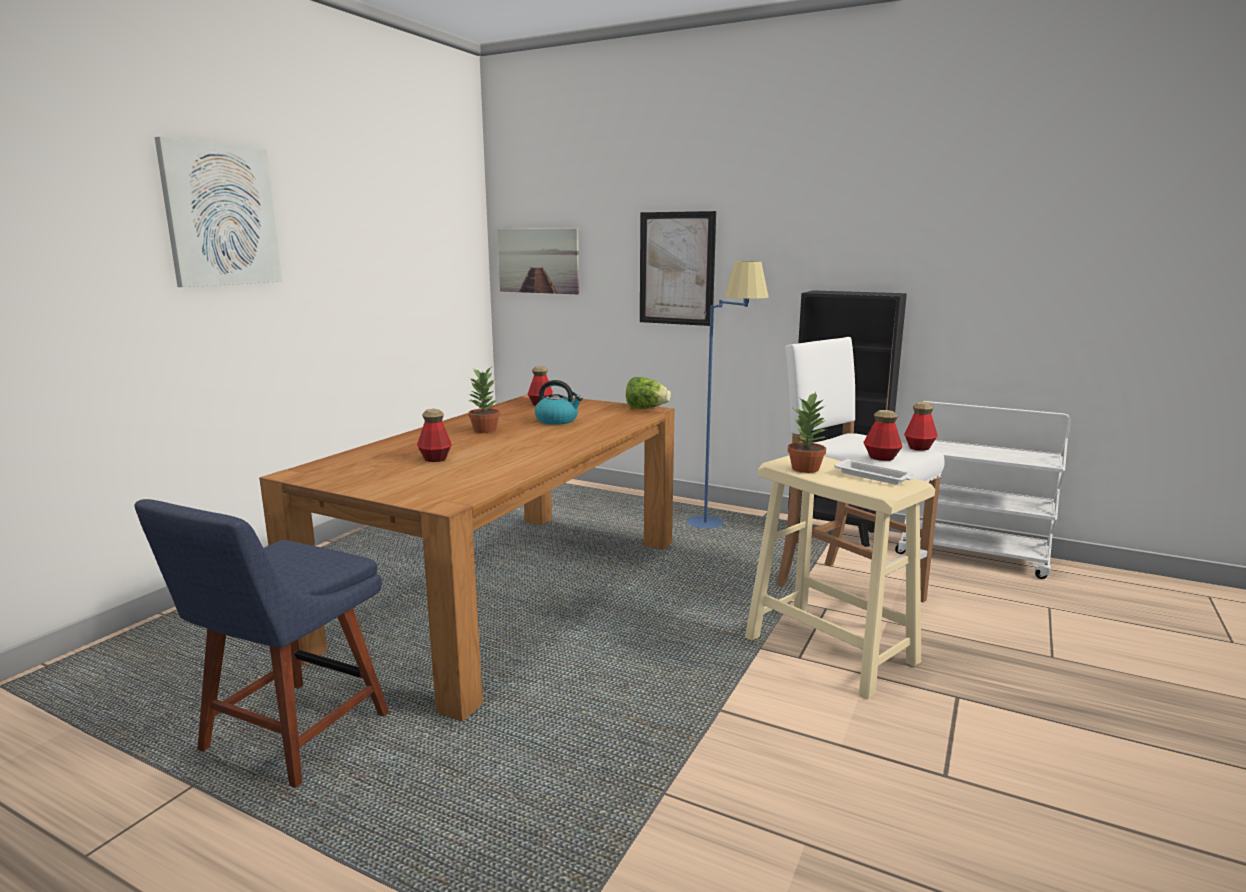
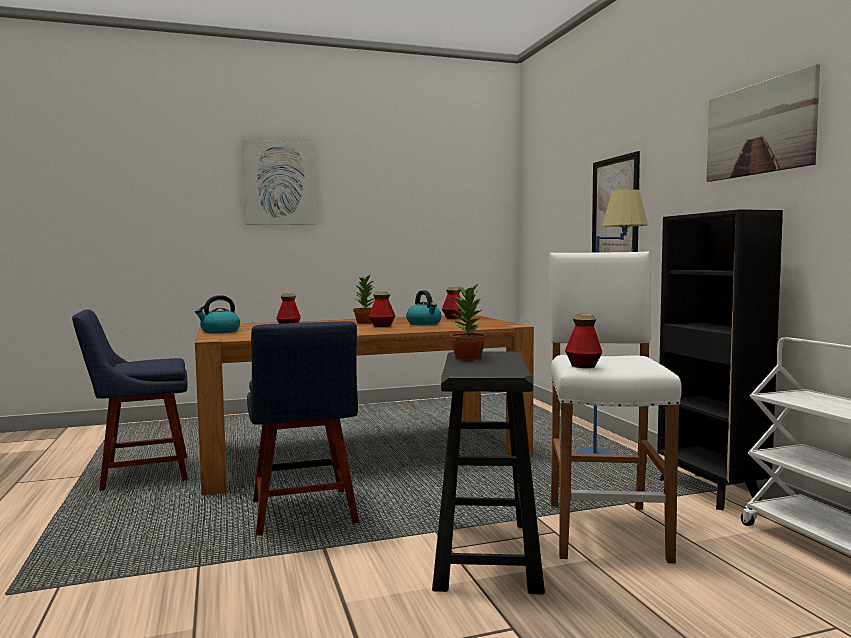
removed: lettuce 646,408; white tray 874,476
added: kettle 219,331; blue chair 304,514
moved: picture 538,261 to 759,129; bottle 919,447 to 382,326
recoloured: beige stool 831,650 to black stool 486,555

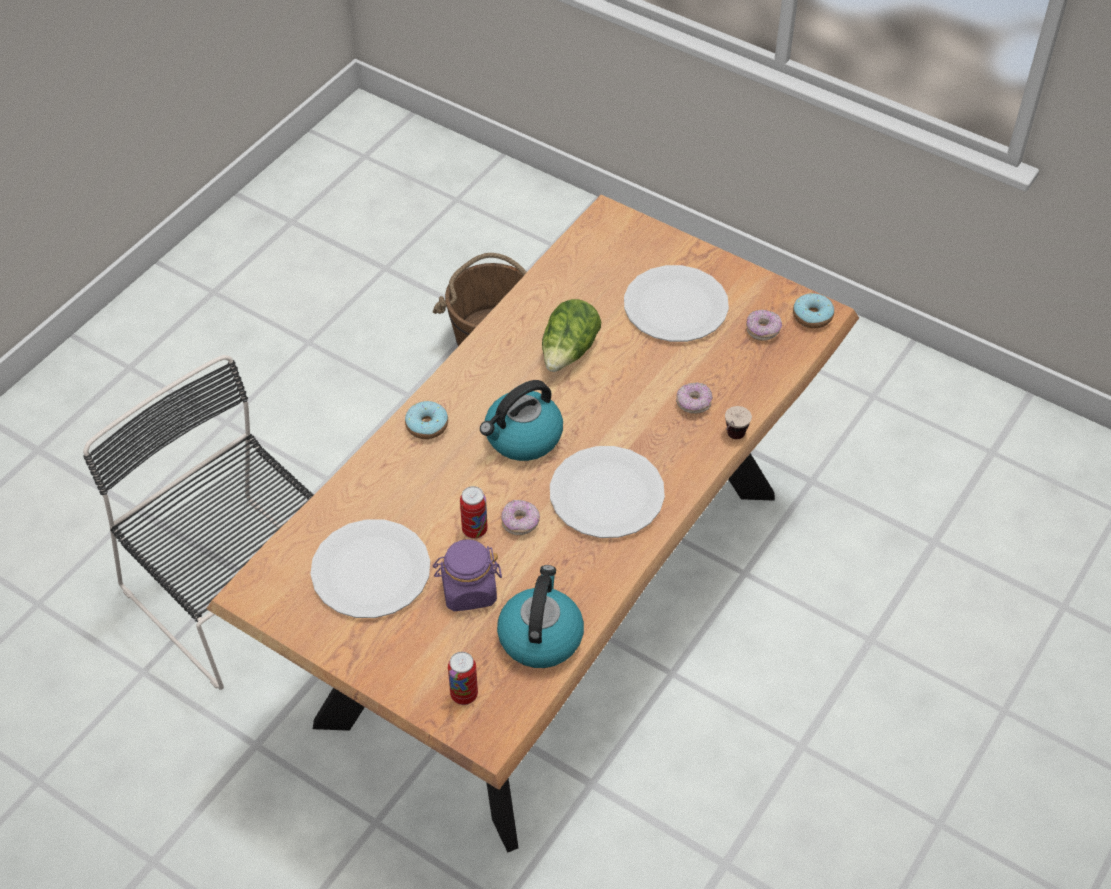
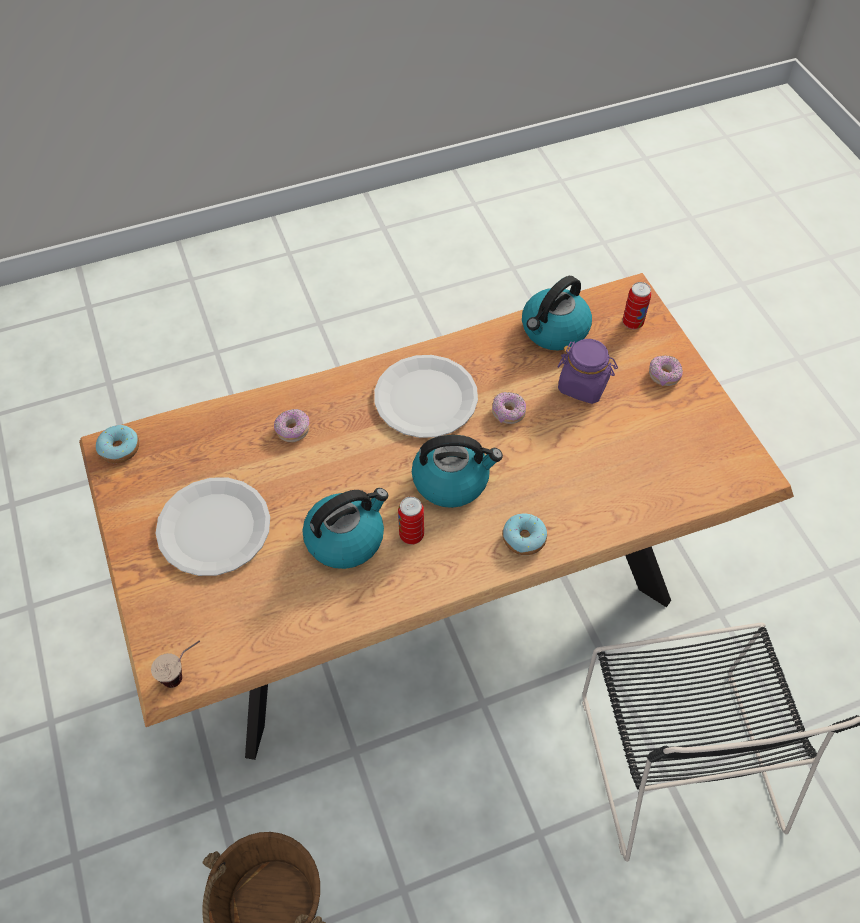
removed: white plate 370,571
moved: can 474,530 to 411,535; cup 732,440 to 184,673; donut 762,330 to 664,376
replaced: lettuce 569,352 to kettle 346,538

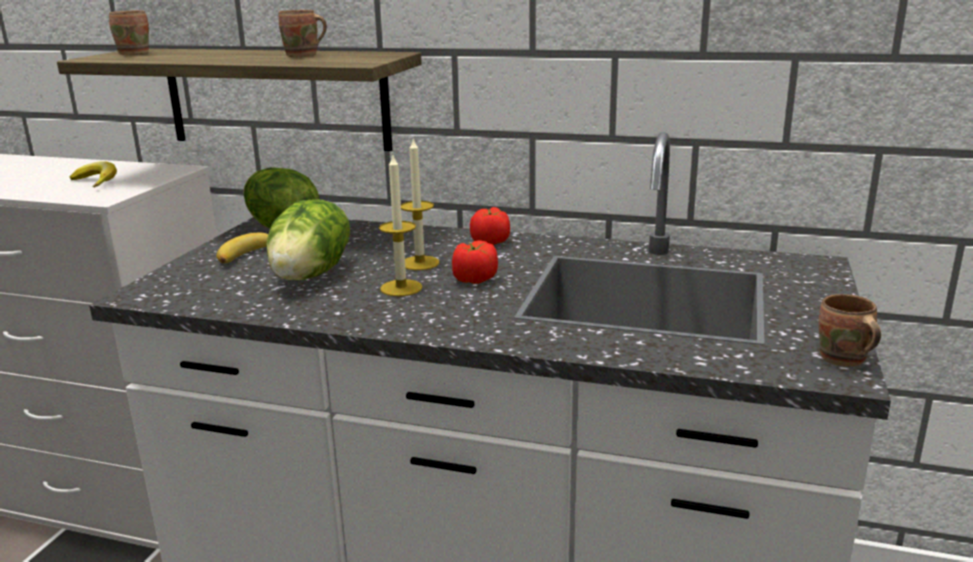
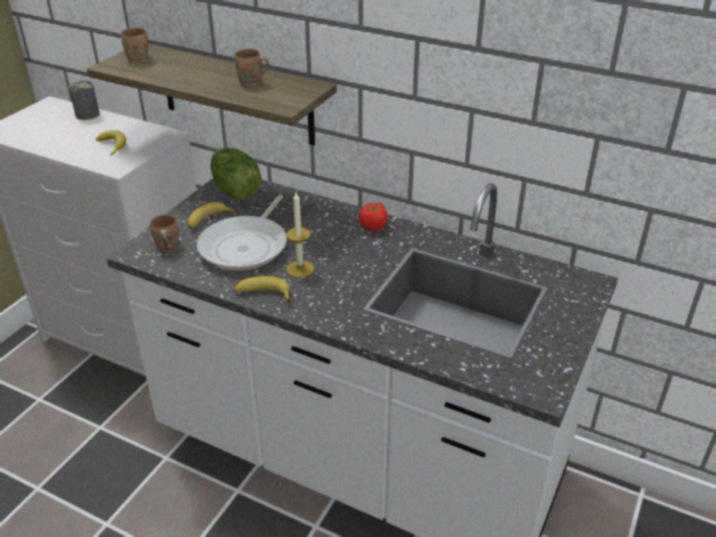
removed: candle 420,263; tomato 474,279
added: can 87,114; banana 263,294
moved: brown mug 842,360 to 166,248
replaced: lettuce 312,274 to frying pan 246,246

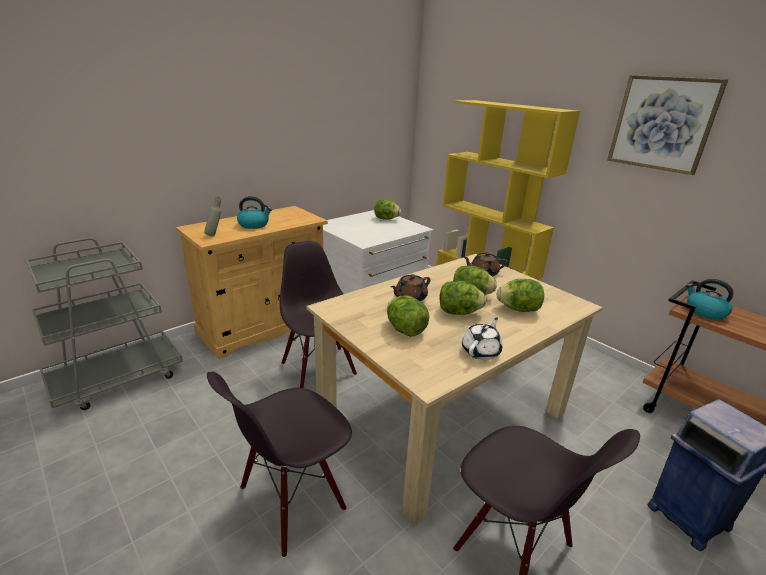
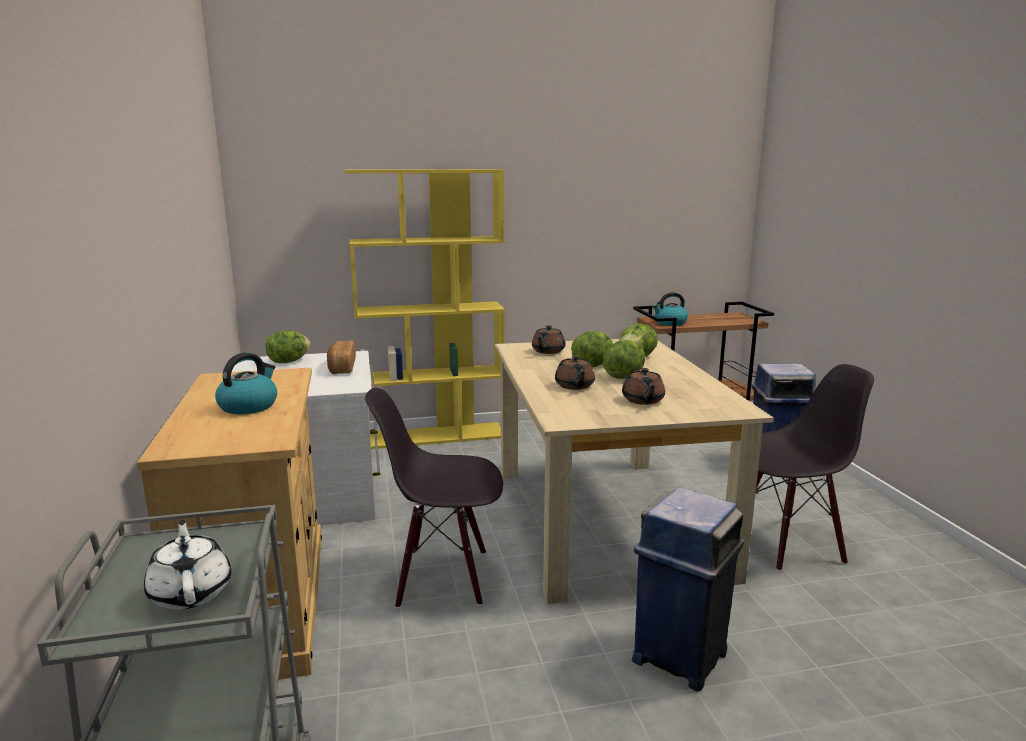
removed: grey bottle 215,235; picture 662,124
added: bread 341,368
moved: white teapot 481,351 to 191,592
replaced: black chair 292,500 to blue trash can 680,656; lettuce 405,330 to brown teapot 643,400

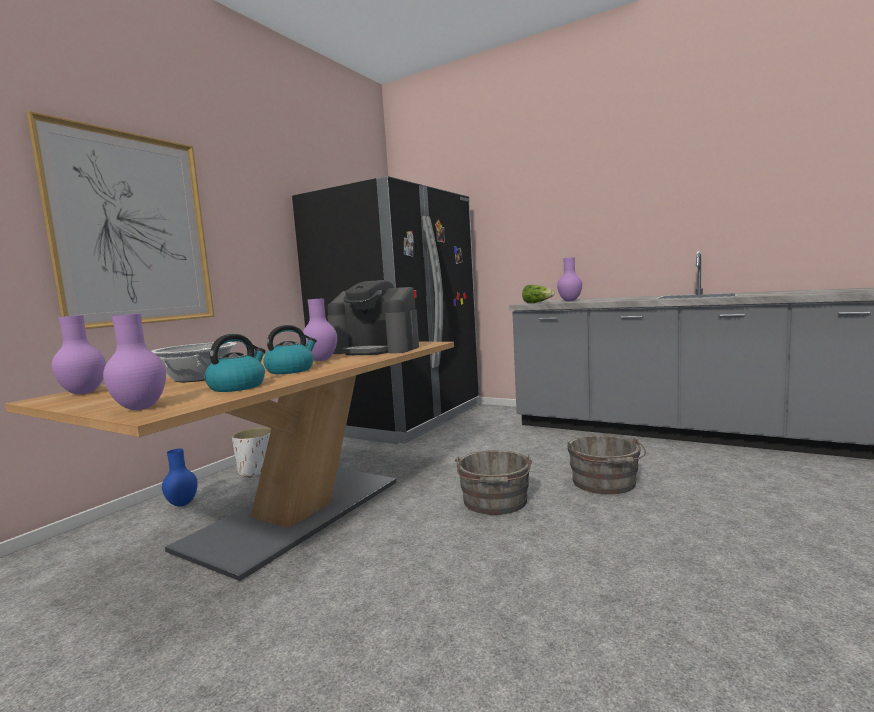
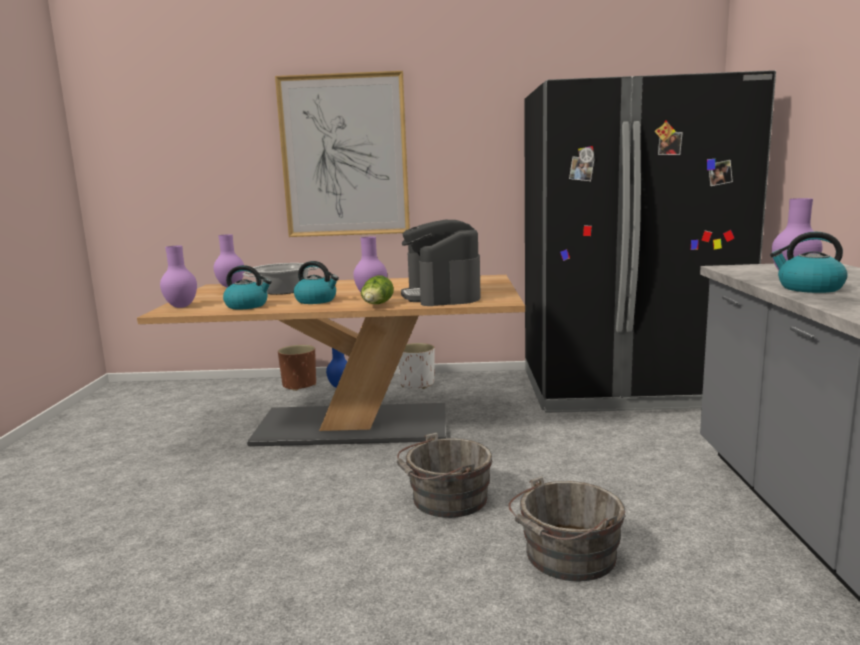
added: brown planter 299,385; kettle 808,288
moved: lettuce 537,303 to 377,305

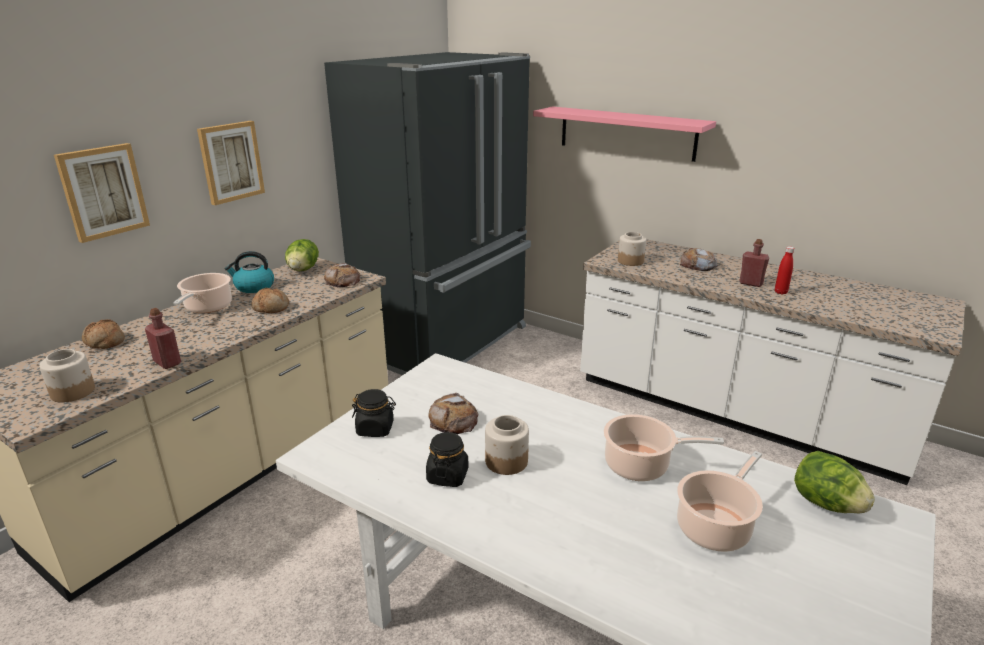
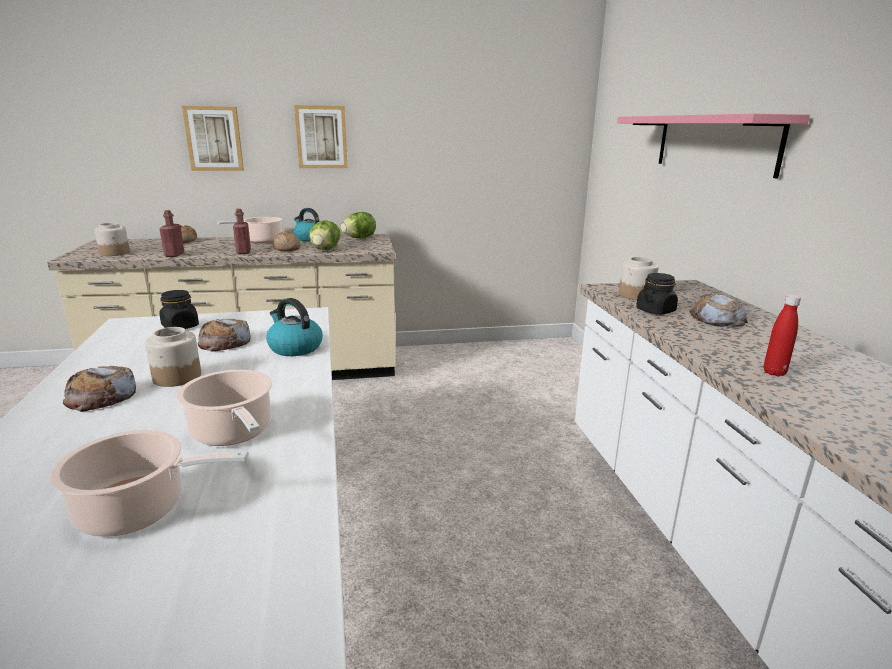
removed: black fridge 448,343
added: kettle 294,348
moved: bread 343,280 to 102,396; black jar 447,476 to 655,311; red bottle 751,283 to 243,252; lettuce 826,504 to 325,249

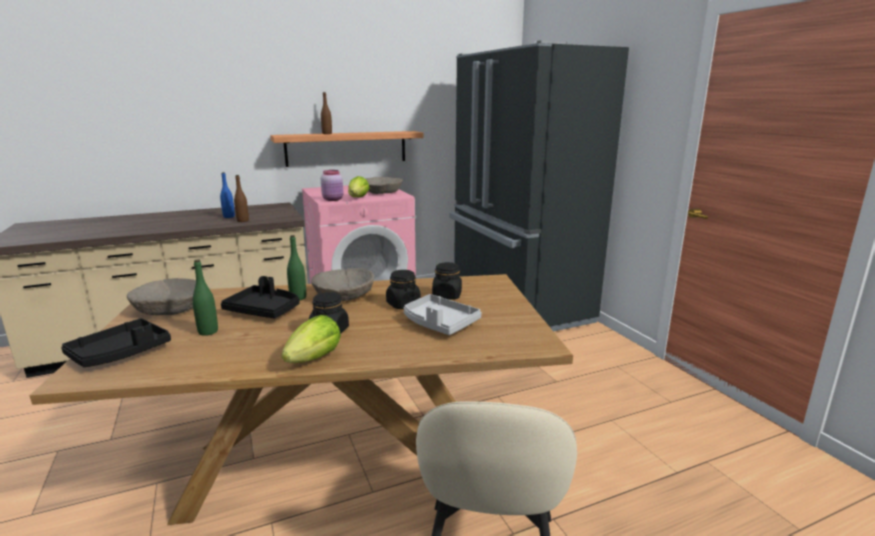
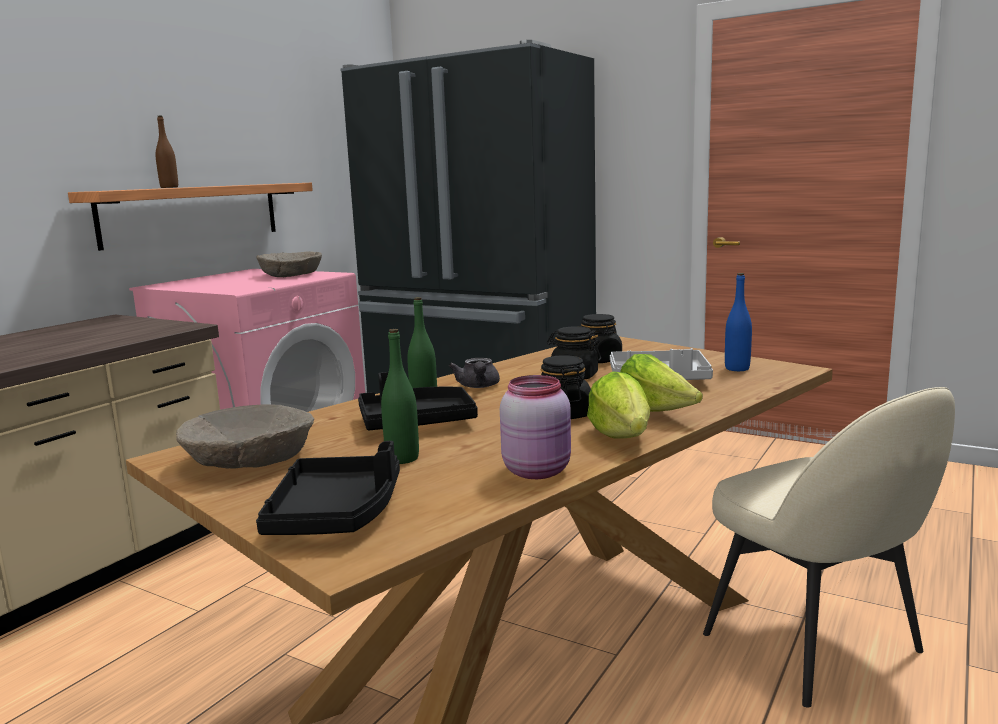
removed: brown bottle 242,221
moved: blue bottle 229,216 to 737,368; pink jar 333,199 to 538,470; lettuce 358,198 to 656,412
replaced: beige bowl 344,295 to grey teapot 478,386

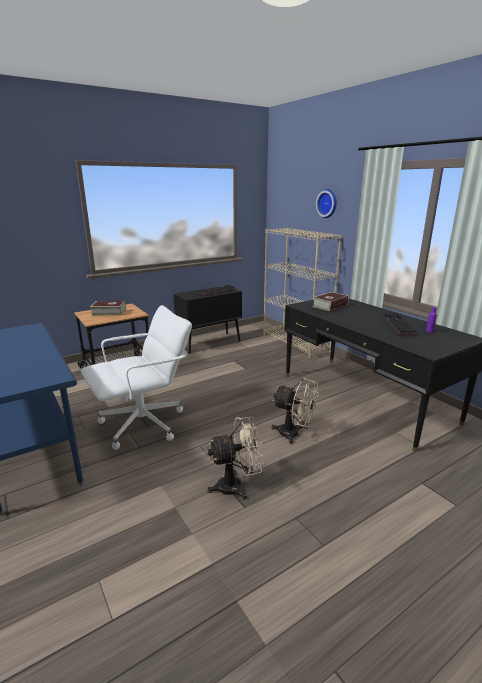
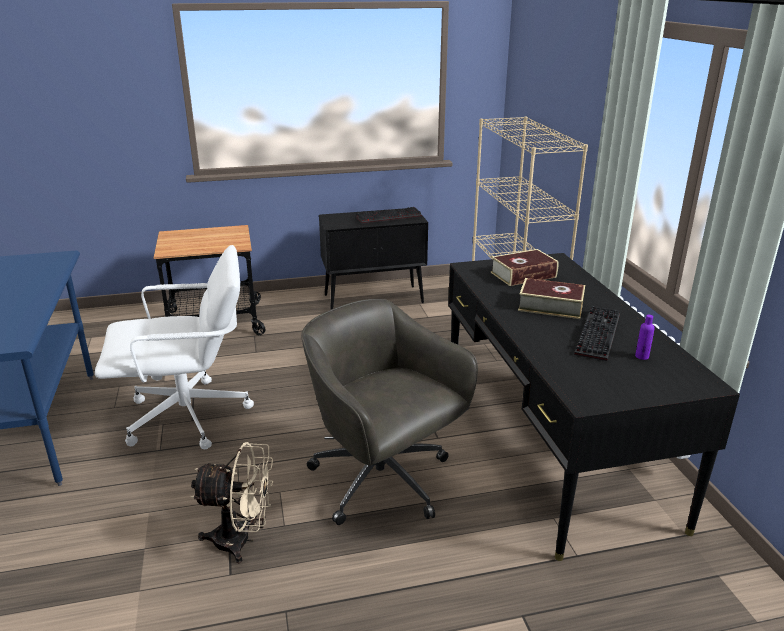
removed: wall clock 328,203
moved: book 109,312 to 550,306
replaced: beige fan 294,434 to grey office chair 383,482

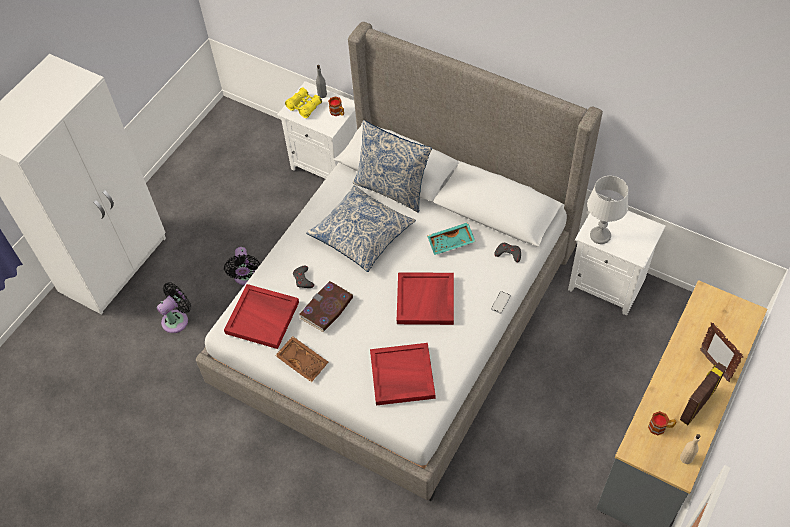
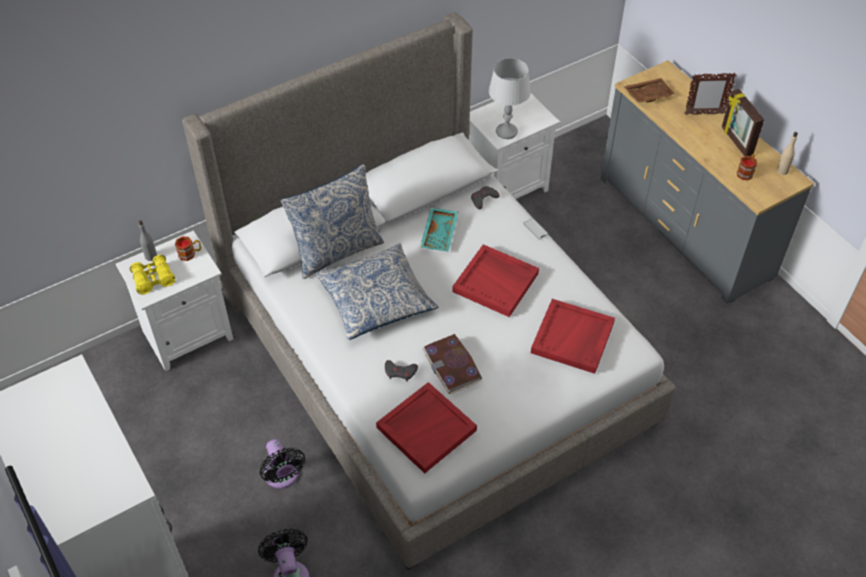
moved: brown tray 303,361 to 648,95
turned: black fan 246,277 = 282,477 45 degrees clockwise

